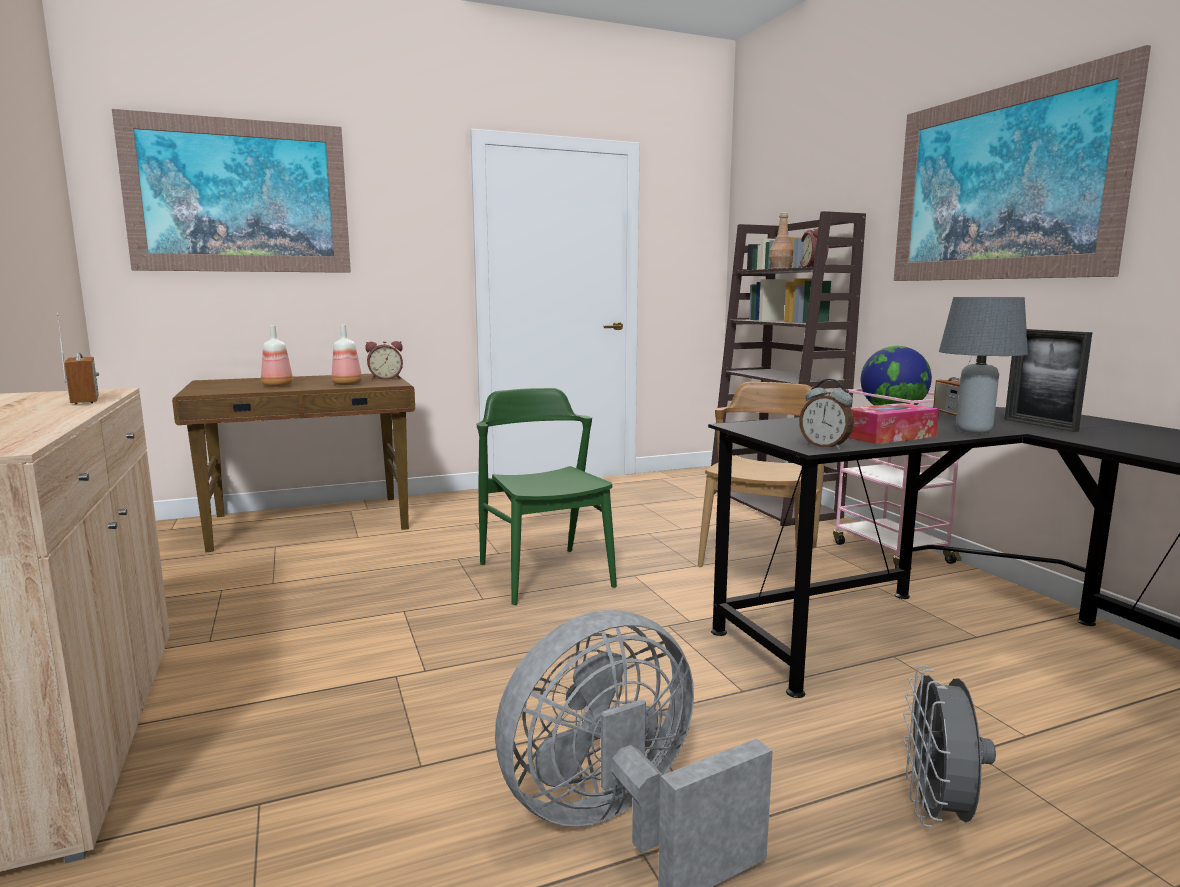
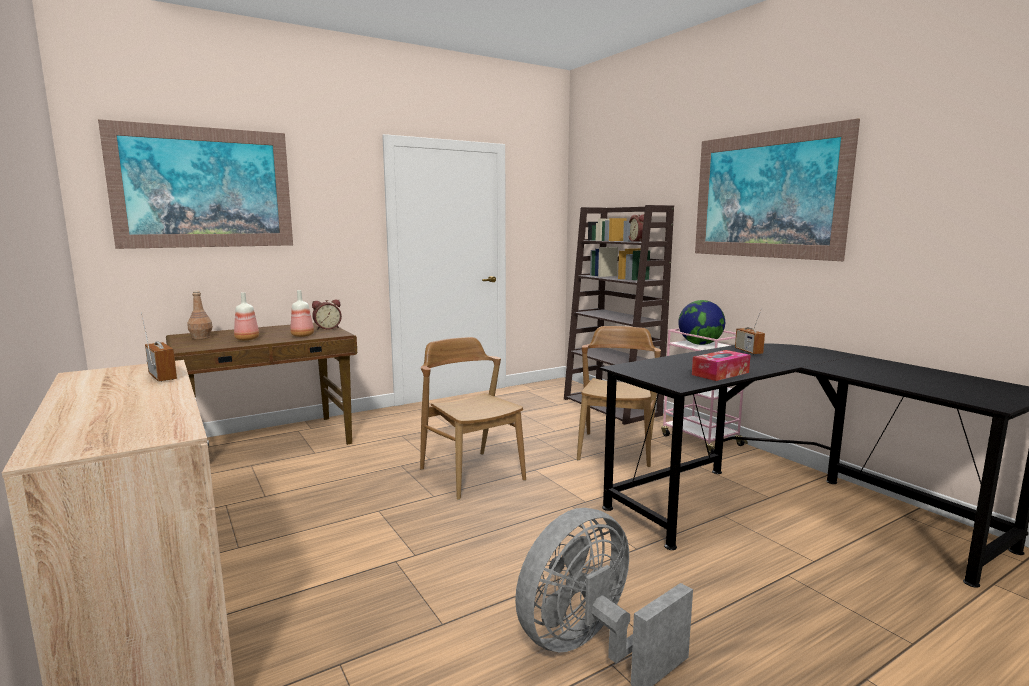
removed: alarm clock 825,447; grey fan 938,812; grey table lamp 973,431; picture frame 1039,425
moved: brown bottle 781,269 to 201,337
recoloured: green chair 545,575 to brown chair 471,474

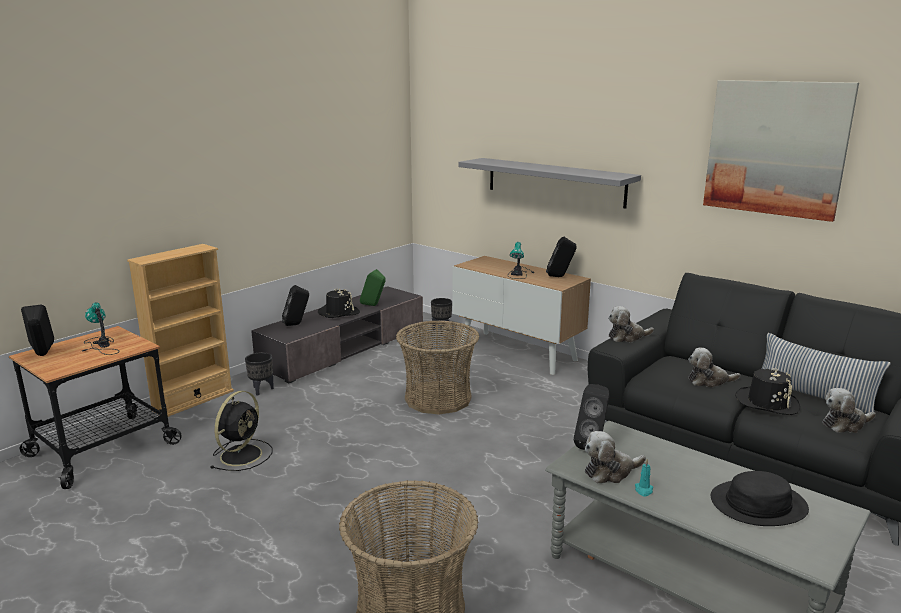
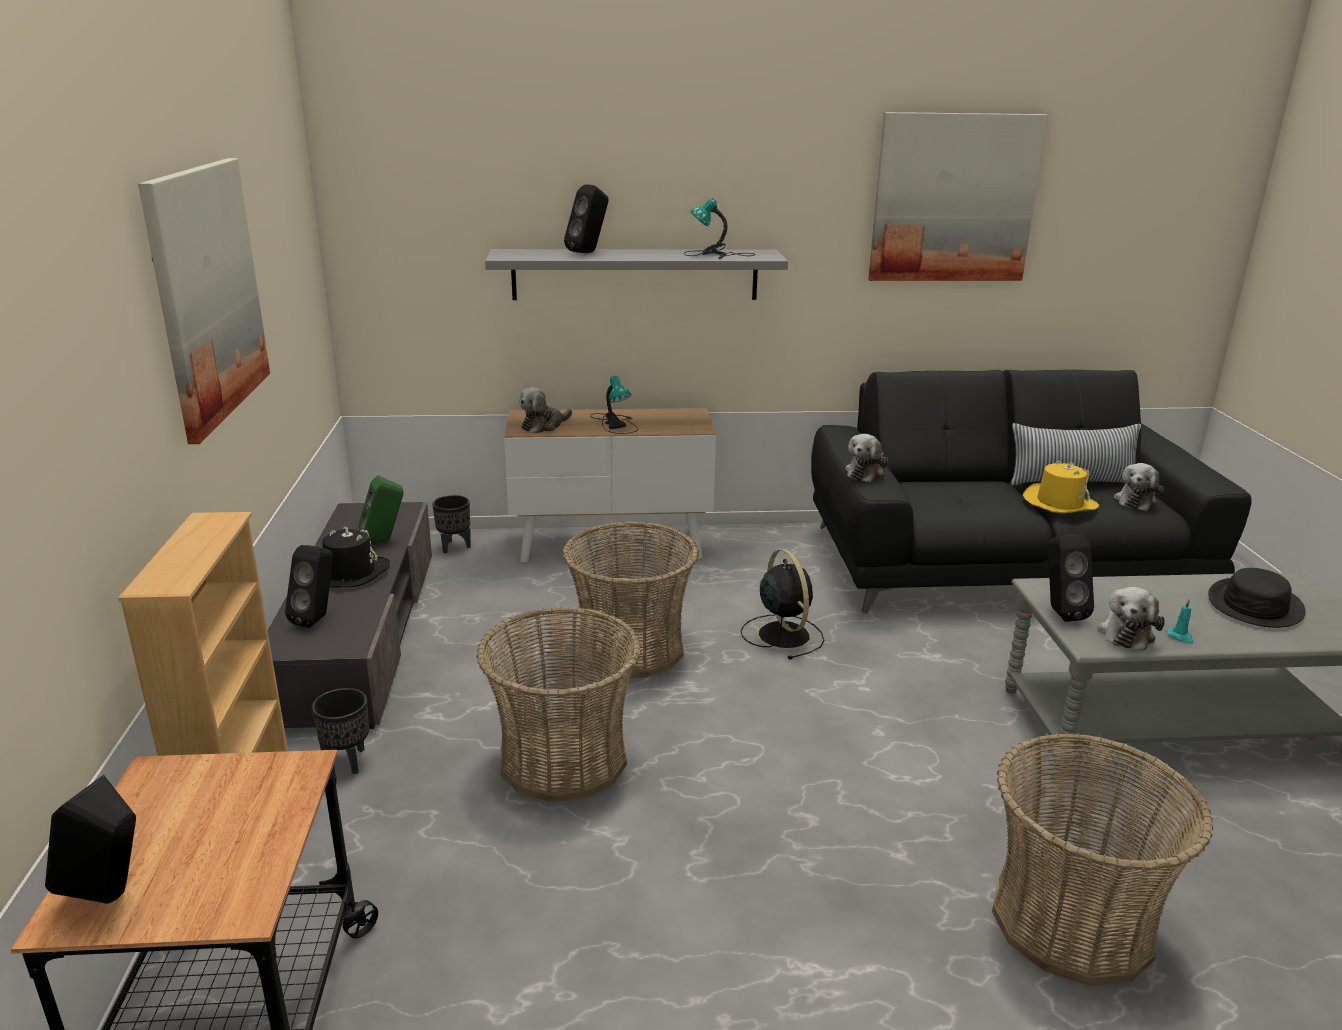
added: picture 206,293; basket 563,759
moved: table lamp 101,345 to 716,254; black fan 242,454 to 782,634; black speaker 560,277 to 589,252; plush toy 709,381 to 544,426
recoloured: black hat 767,402 to yellow hat 1059,502

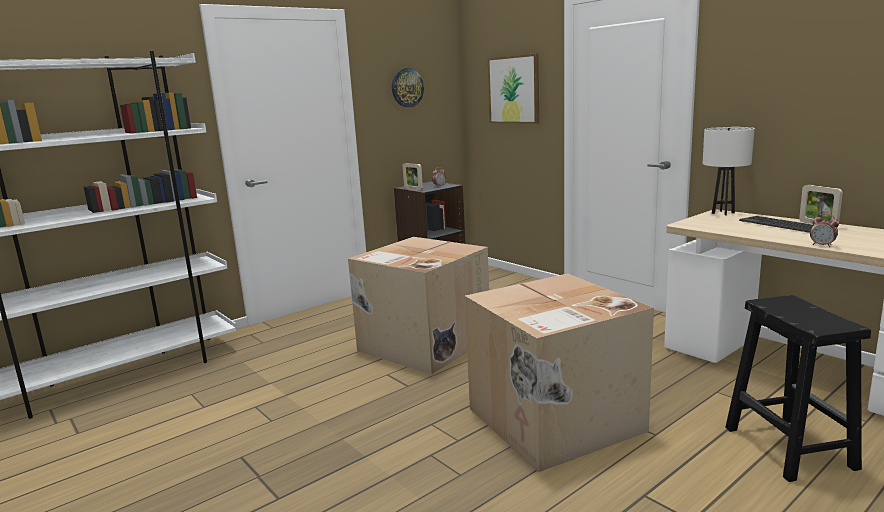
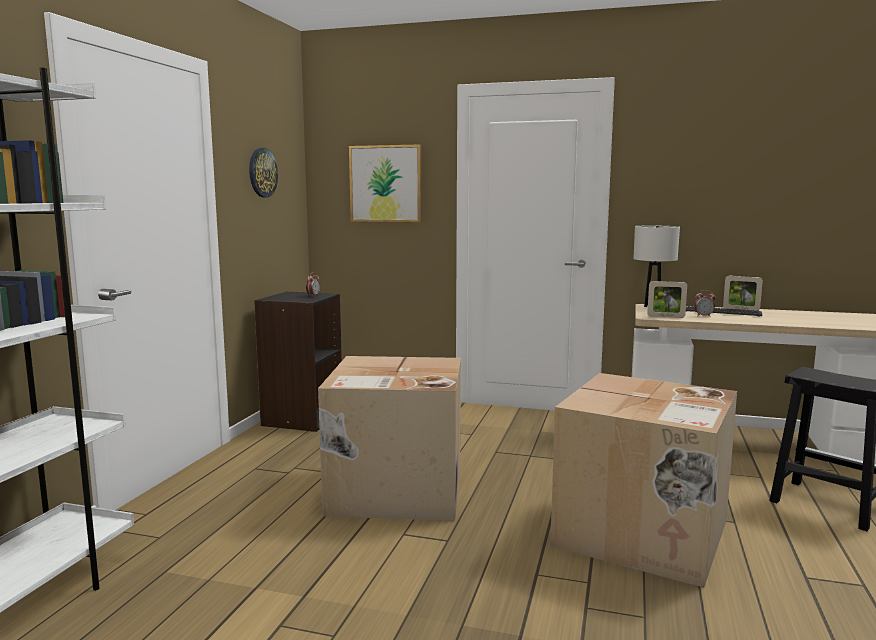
moved: picture frame 413,189 to 666,317; alarm clock 822,245 to 703,316

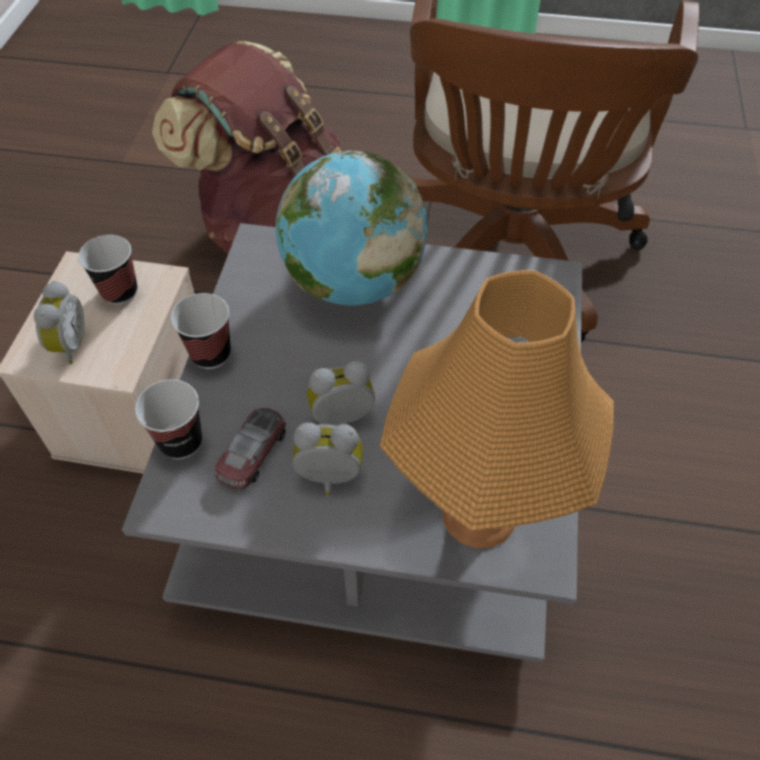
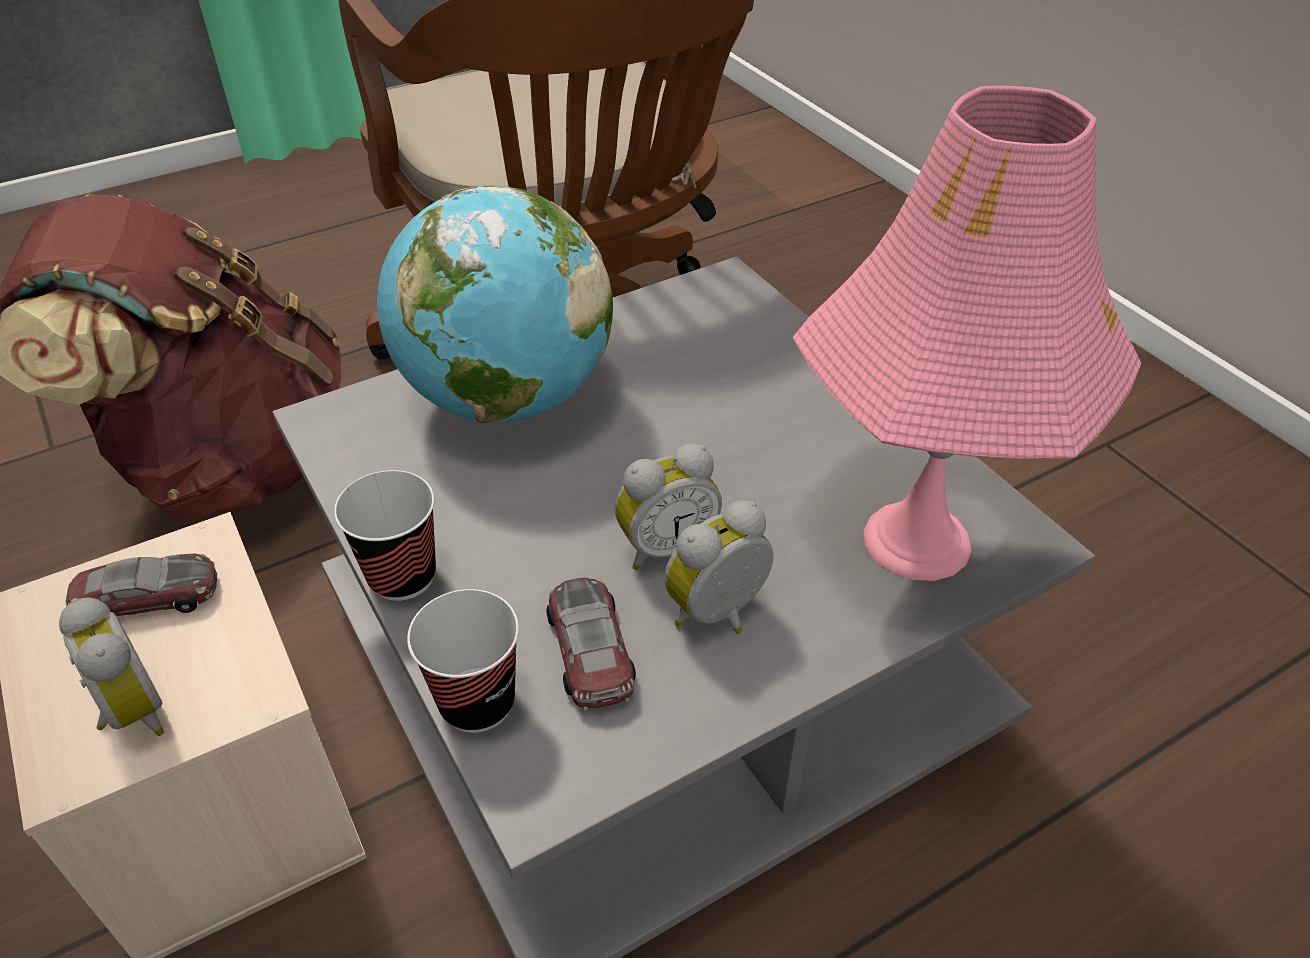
replaced: cup 120,292 to toy car 147,597
recoloured: orange table lamp 478,514 to pink table lamp 917,541
turned: alarm clock 343,422 = 665,546 150 degrees counterclockwise

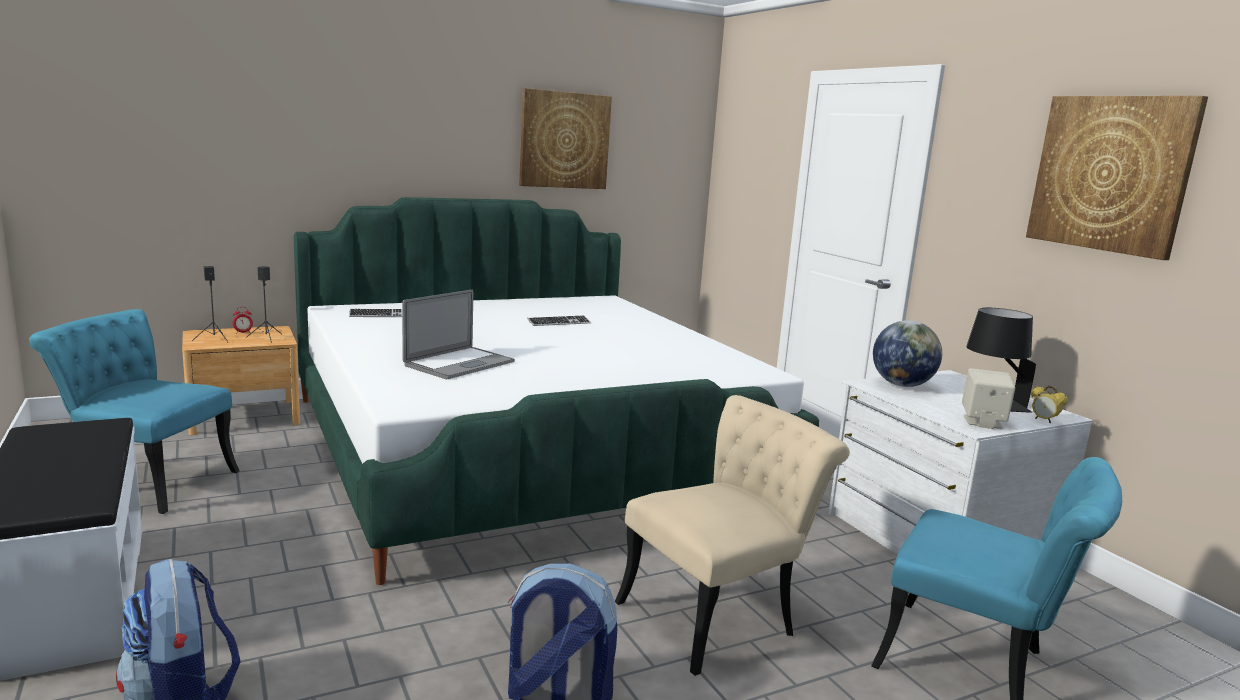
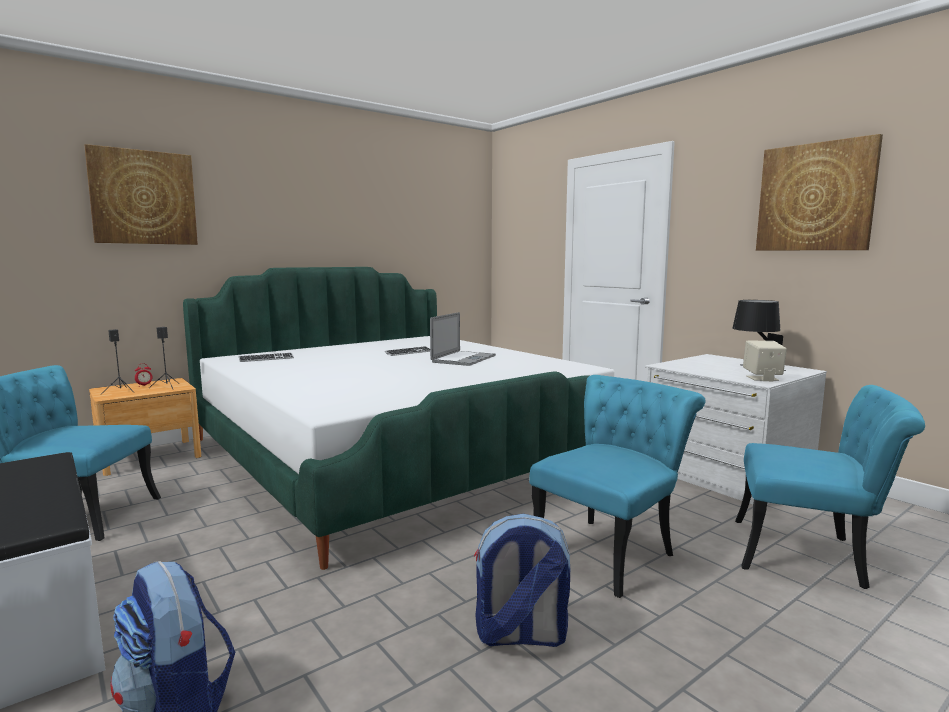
removed: globe 902,385; alarm clock 1044,420
moved: laptop 459,363 to 463,359; picture 564,140 to 143,197
recoloured: beige chair 719,614 to turquoise chair 610,549

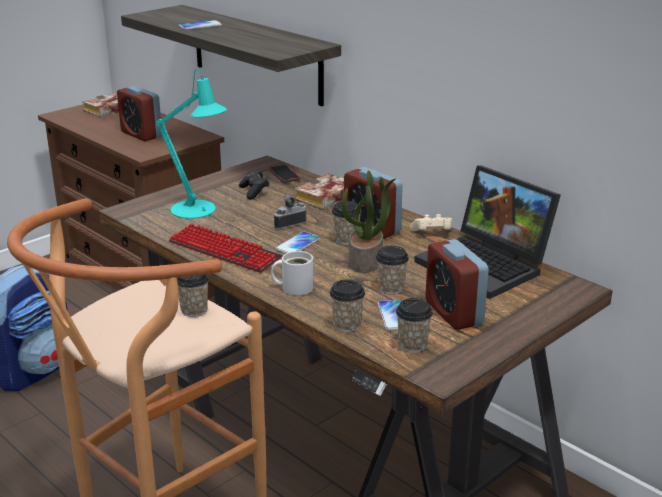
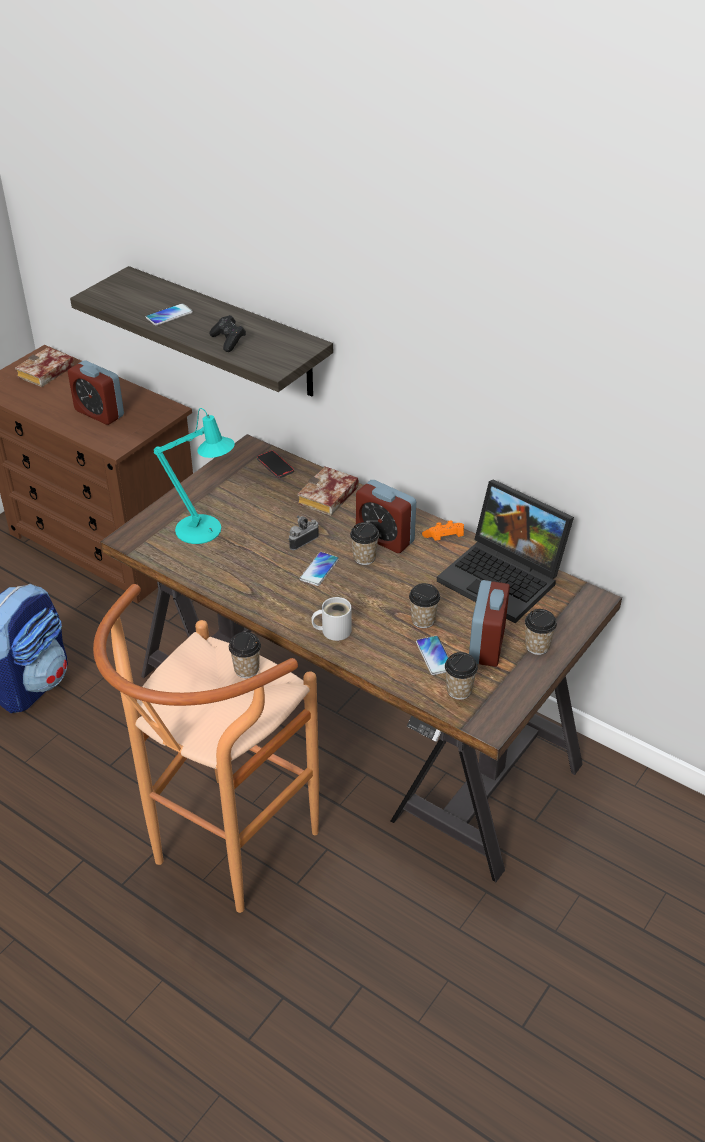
removed: keyboard 224,251; potted plant 366,261
moved: black game controller 254,192 to 228,341; cup 347,325 to 537,646
recoloured: beige game controller 432,233 to orange game controller 444,539
turned: alarm clock 453,313 = 486,645 135 degrees counterclockwise

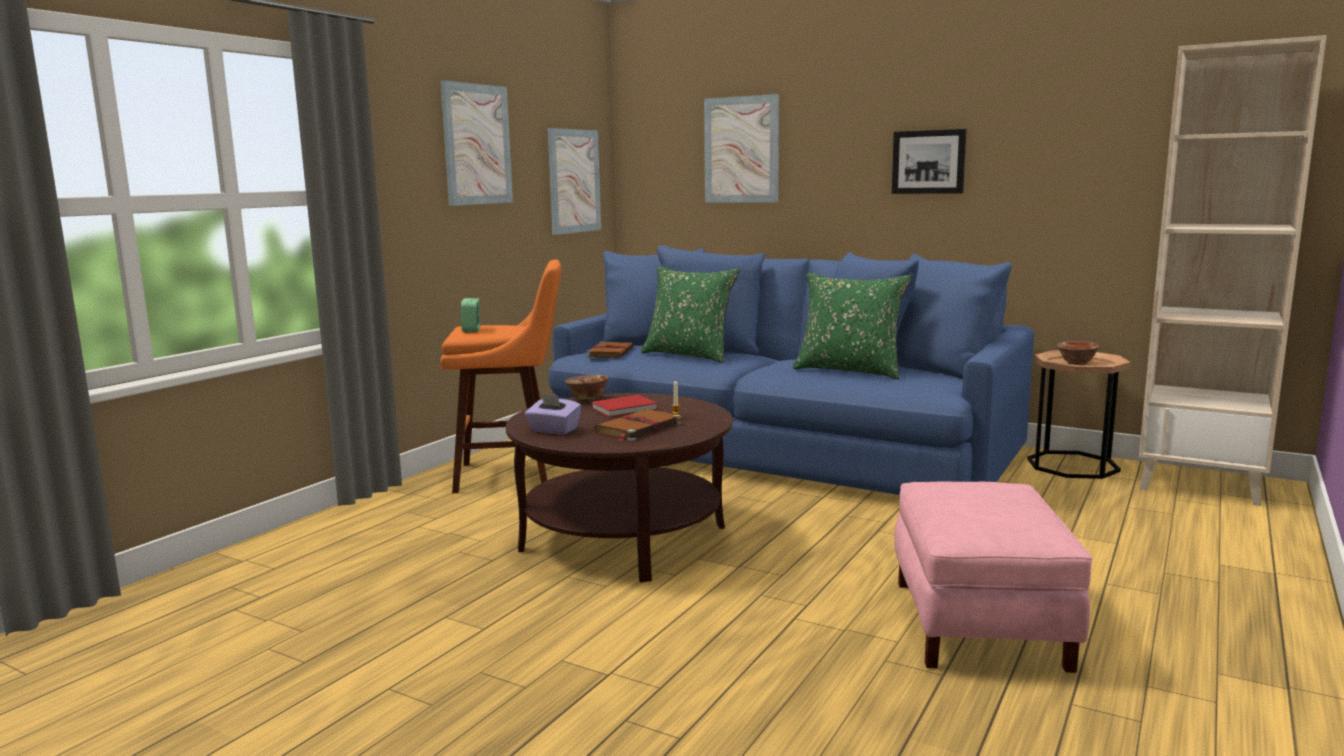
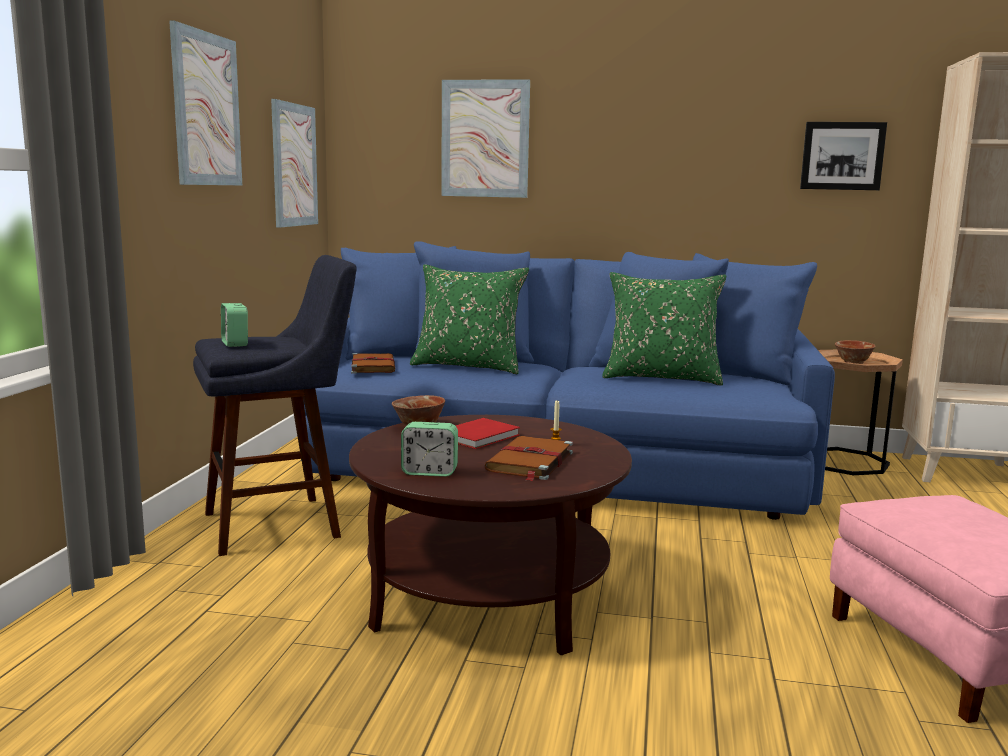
moved: picture 928,162 to 842,156
replaced: purple tissue box 553,430 to alarm clock 429,472
recoloured: orange stool 513,475 to blue stool 282,523

